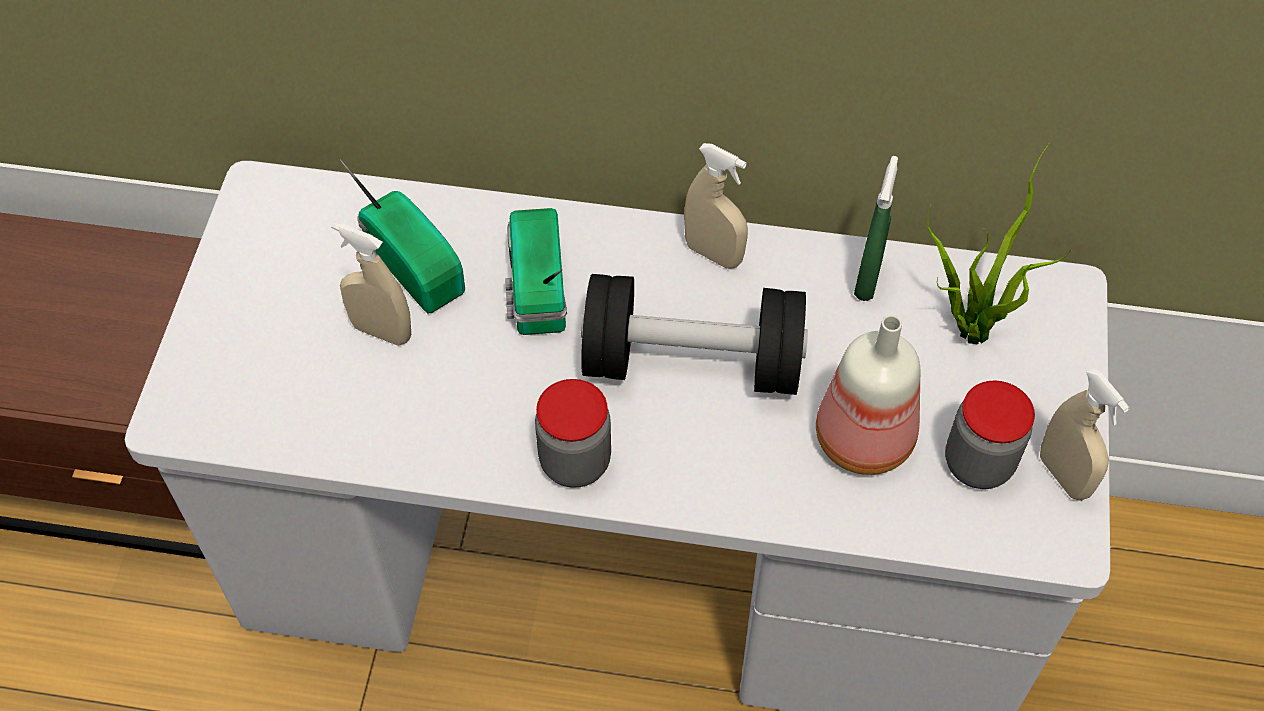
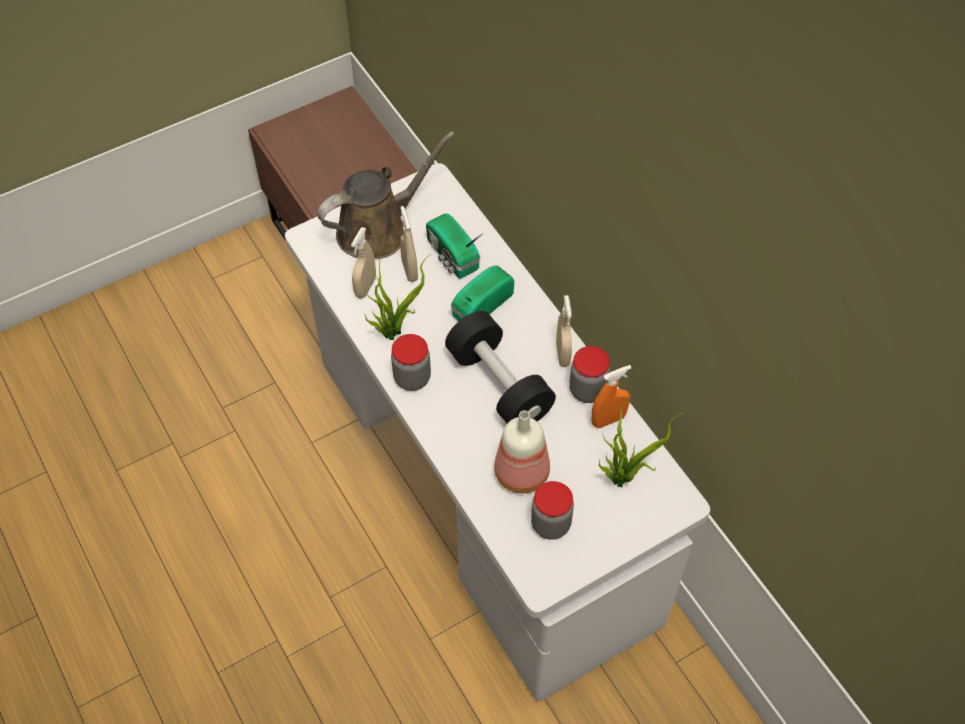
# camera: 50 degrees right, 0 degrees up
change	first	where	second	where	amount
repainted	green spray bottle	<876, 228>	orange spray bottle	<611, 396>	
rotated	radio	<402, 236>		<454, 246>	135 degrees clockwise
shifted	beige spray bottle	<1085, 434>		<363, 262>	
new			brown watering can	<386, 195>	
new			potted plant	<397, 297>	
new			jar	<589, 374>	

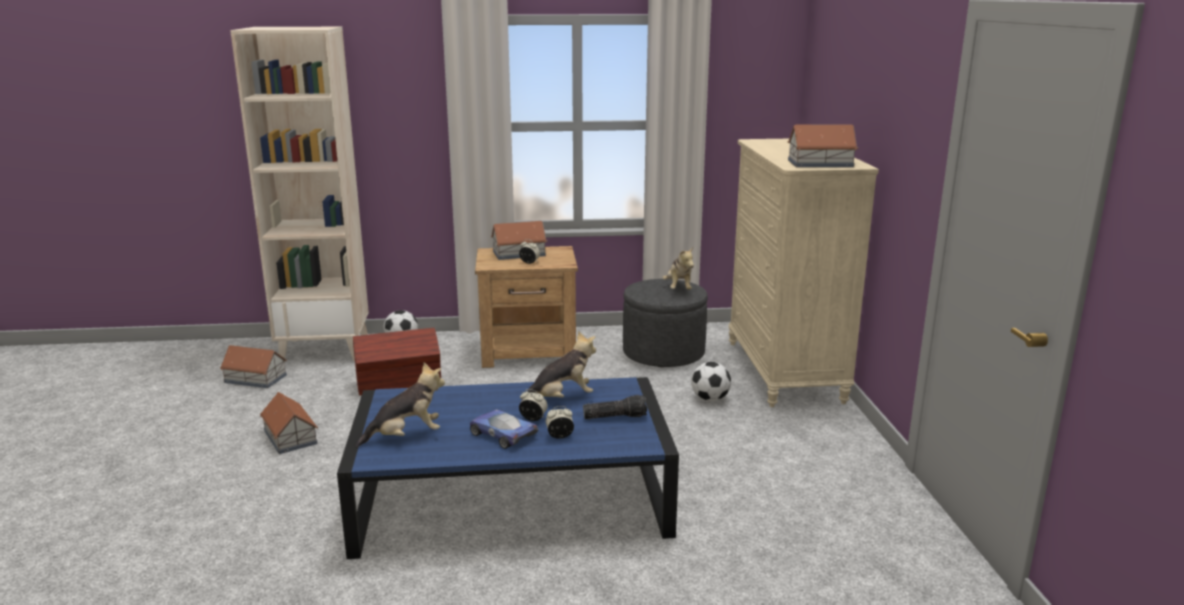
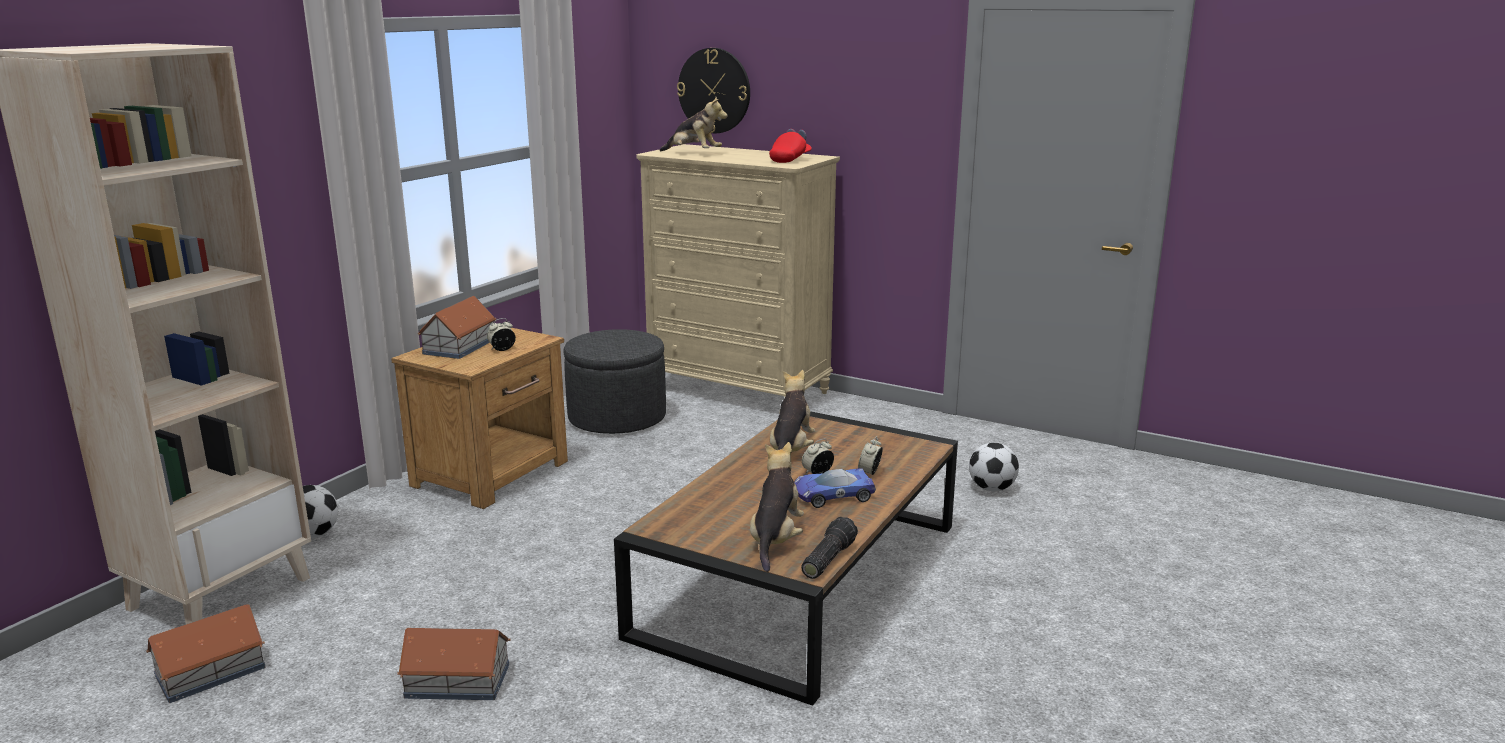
# camera: 55 degrees left, 0 degrees up
change	first	where	second	where	amount
swapped	toy house	<823, 145>	red cap	<790, 146>	
shifted	plush toy	<678, 268>		<693, 124>	
gone	brown storage box	<397, 361>			
shifted	football	<711, 381>		<994, 467>	
repainted	blue coffee table	<508, 468>	brown coffee table	<786, 558>	
shifted	flashlight	<615, 407>		<829, 548>	
new			wall clock	<713, 90>	

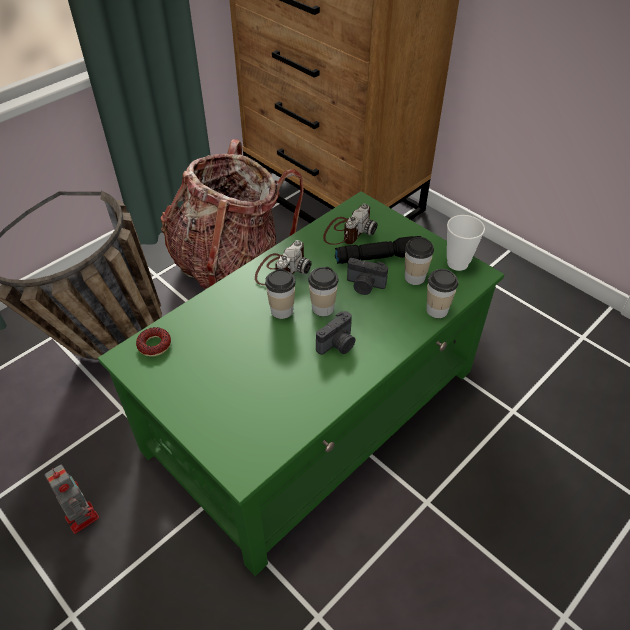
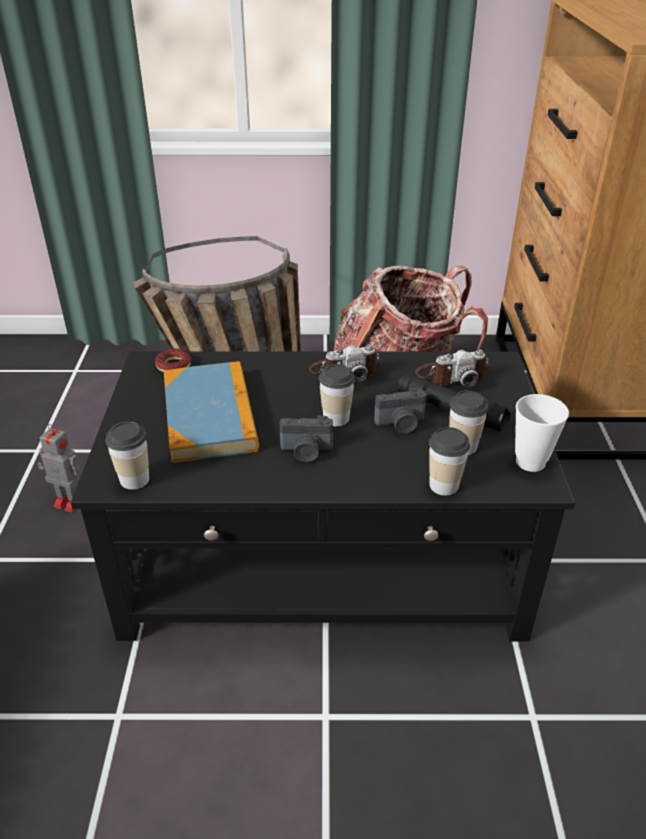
# camera: 45 degrees right, 10 degrees down
change	first	where	second	where	amount
repainted	green coffee table	<301, 383>	black coffee table	<323, 496>	
rotated	photo camera	<367, 276>		<400, 411>	75 degrees counterclockwise
shifted	cup	<280, 294>		<127, 456>	
rotated	toy robot	<72, 499>		<60, 468>	75 degrees counterclockwise
new			book	<211, 412>	

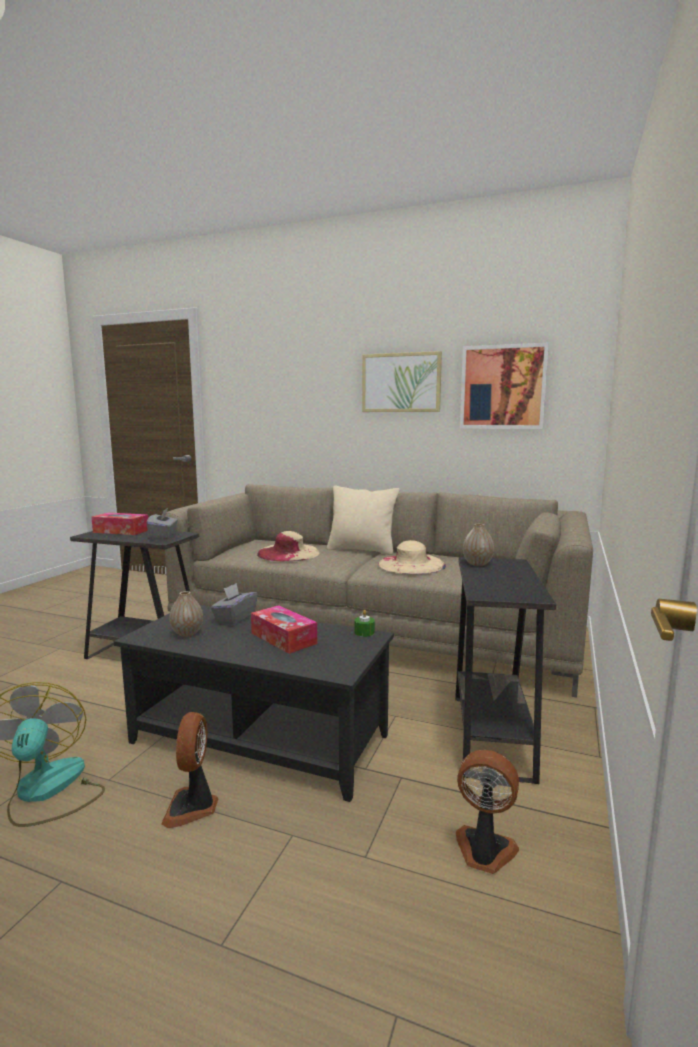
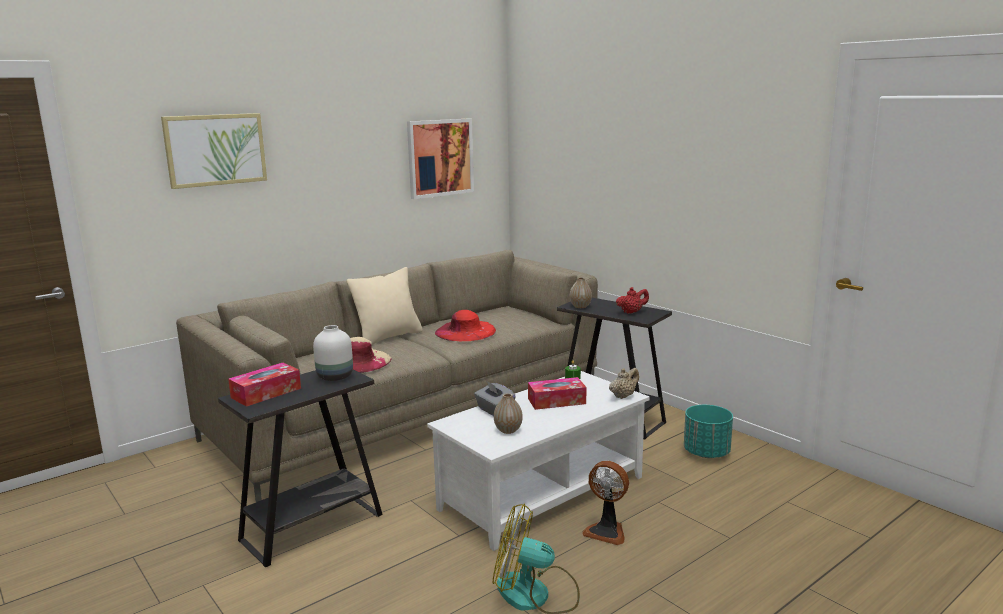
# camera: 60 degrees left, 5 degrees up
change	first	where	second	where	amount
shifted	picture	<402, 381>		<214, 151>	
swapped	grey tissue box	<162, 524>	white vase	<333, 353>	
repainted	beige hat	<412, 557>	red hat	<465, 325>	
repainted	black coffee table	<254, 703>	white coffee table	<538, 461>	
swapped	fan	<487, 812>	turquoise planter	<708, 431>	
new			red teapot	<632, 300>	
new			beige teapot	<624, 383>	

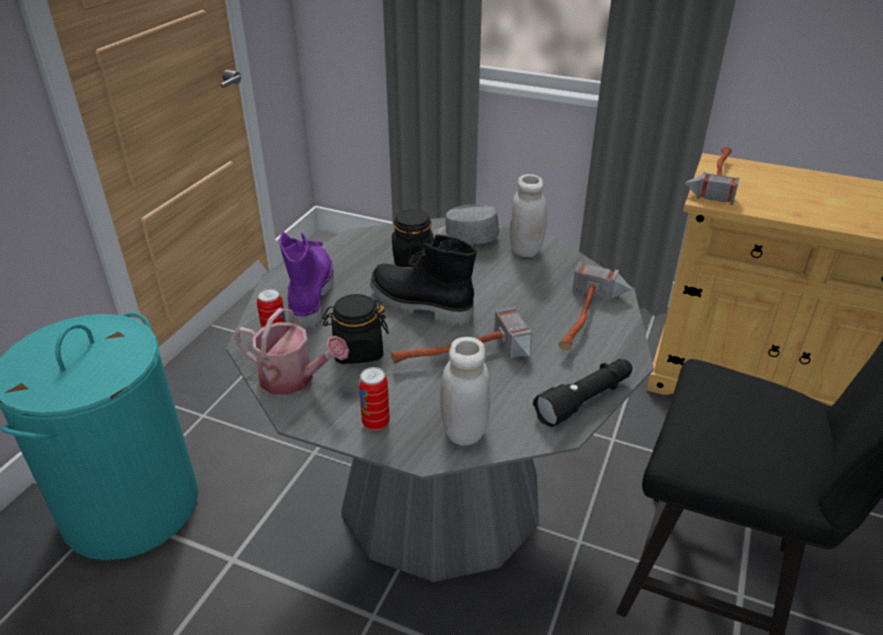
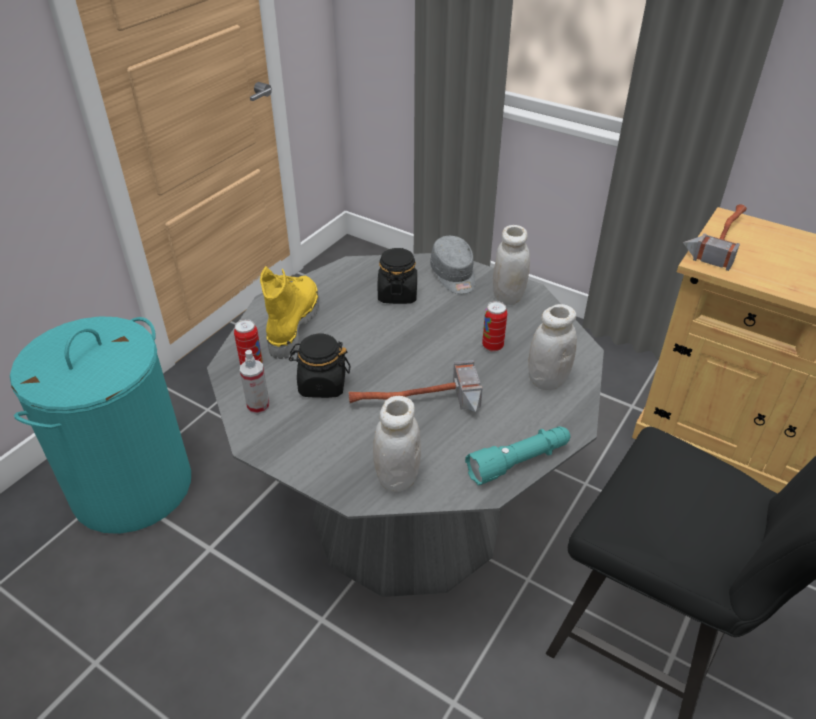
# camera: 10 degrees right, 5 degrees up
change	first	where	second	where	amount
rotated	grey cap	<466, 224>		<452, 265>	135 degrees counterclockwise
repainted	purple boot	<306, 281>	yellow boot	<289, 312>	
gone	black boot	<423, 281>			
swapped	hammer	<595, 306>	white jar	<552, 347>	
swapped	watering can	<291, 351>	spray bottle	<255, 382>	
repainted	black flashlight	<582, 393>	turquoise flashlight	<517, 456>	
shifted	can	<374, 399>		<494, 326>	

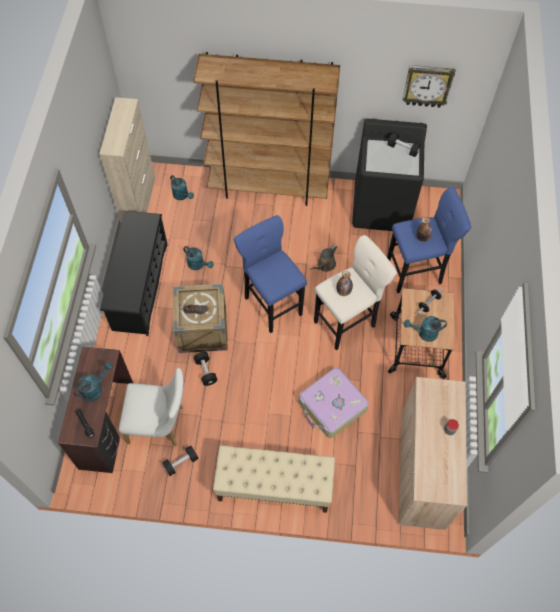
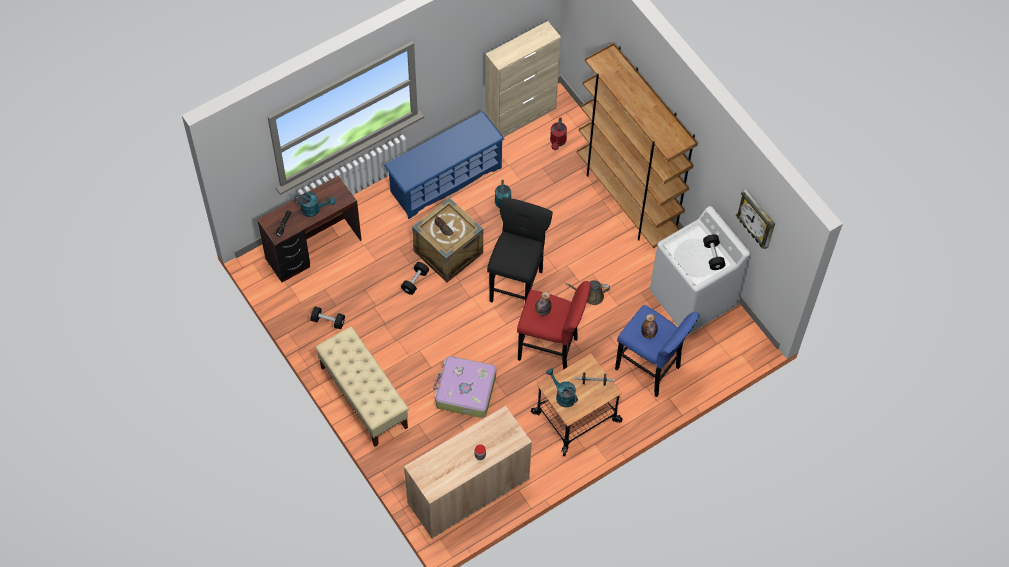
# camera: 50 degrees right, 0 degrees up
change	first	where	second	where	amount
repainted	black washing machine	<389, 175>	white washing machine	<700, 270>	
repainted	turquoise watering can	<182, 187>	red watering can	<558, 134>	
repainted	black shoe rack	<134, 273>	blue shoe rack	<444, 165>	
repainted	blue stool	<270, 274>	black stool	<520, 250>	
repainted	beige stool	<355, 292>	red stool	<554, 325>	
gone	white chair	<151, 407>			

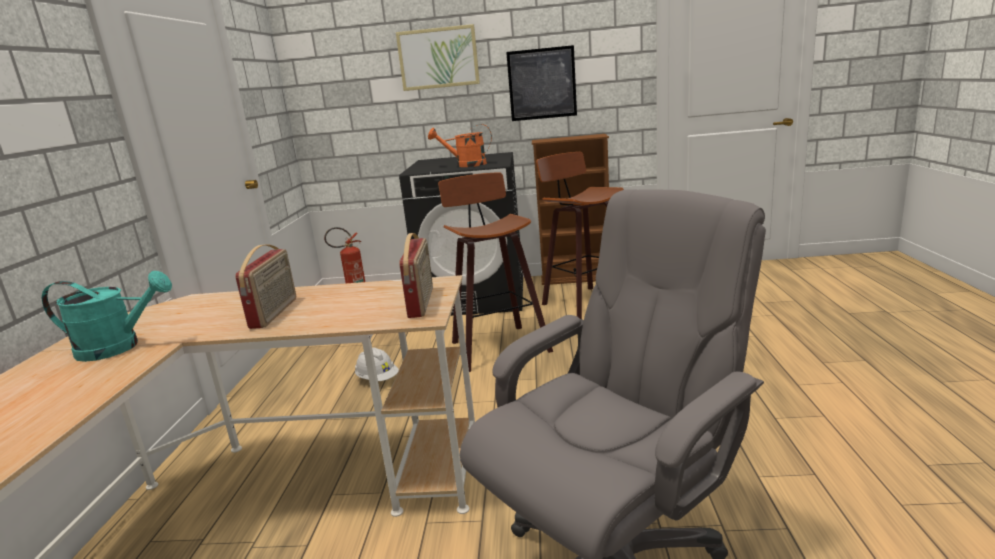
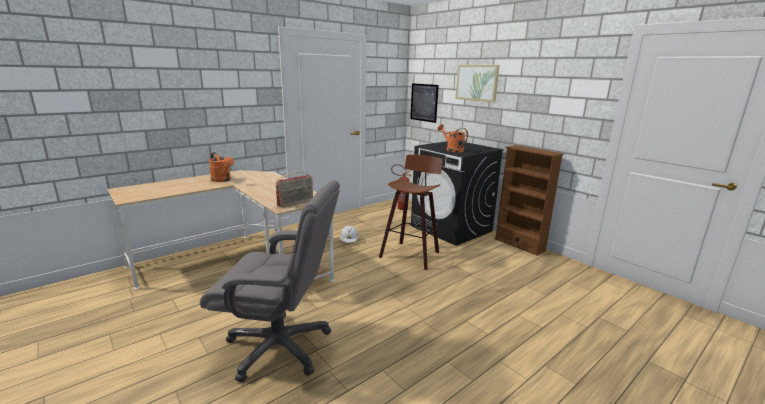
# camera: 45 degrees right, 0 degrees up
change	first	where	second	where	amount
shifted	picture	<541, 83>		<424, 103>	
gone	stool	<580, 235>			
gone	radio	<265, 286>			
repainted	turquoise watering can	<107, 316>	orange watering can	<221, 167>	

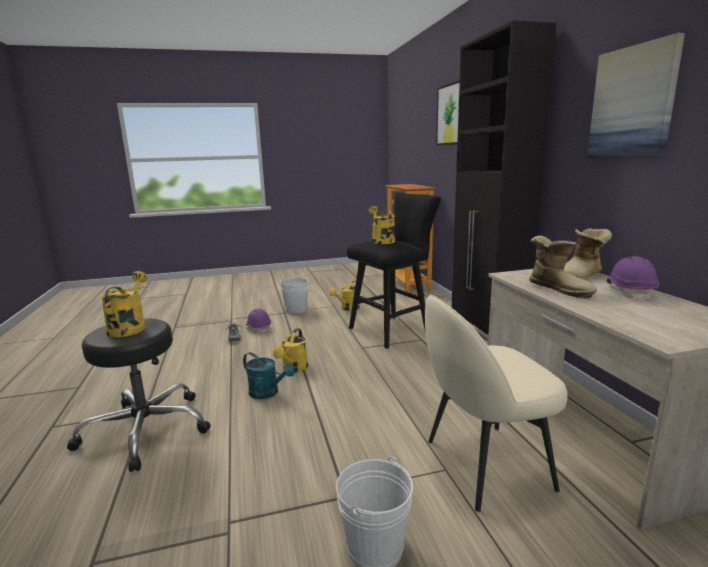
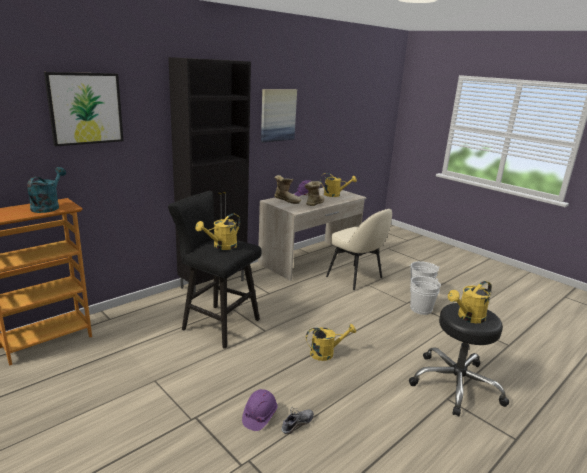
# camera: 120 degrees left, 5 degrees up
change	first	where	second	where	amount
shifted	white bucket	<294, 294>		<425, 295>	
shifted	yellow watering can	<344, 295>		<339, 185>	
shifted	turquoise watering can	<269, 375>		<46, 190>	

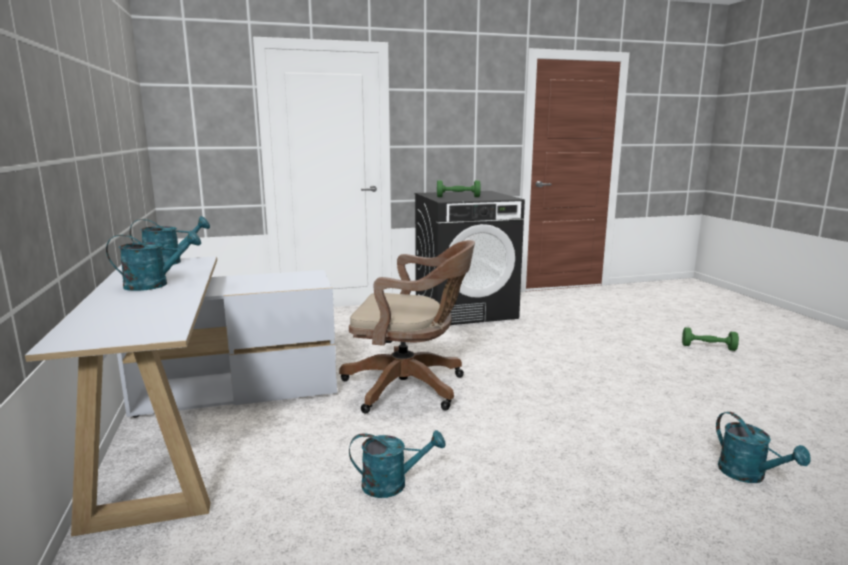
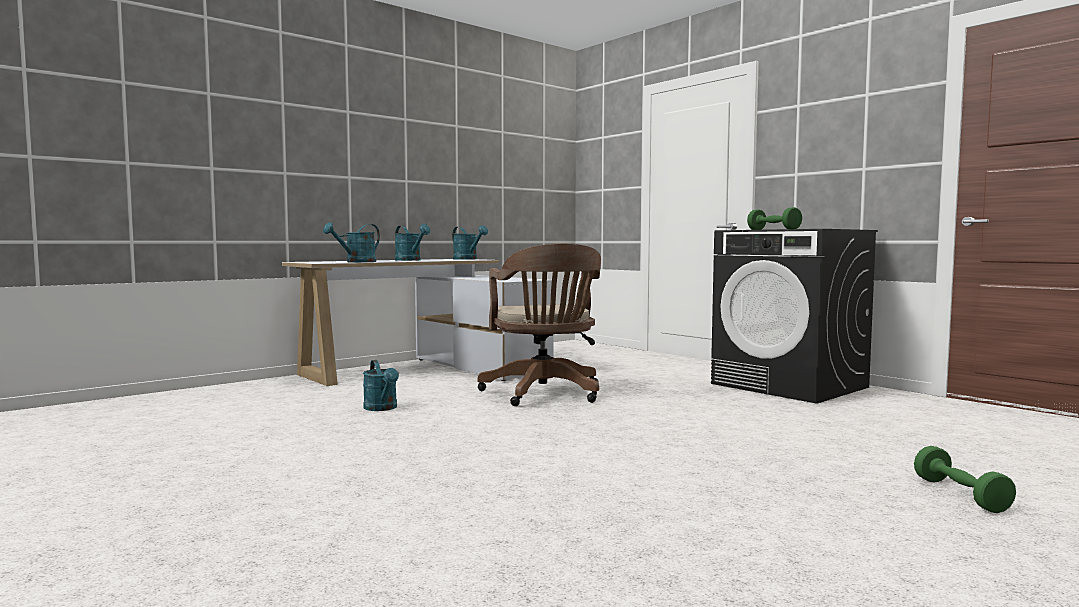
# camera: 65 degrees right, 10 degrees down
change	first	where	second	where	amount
shifted	turquoise watering can	<763, 447>		<351, 242>	

